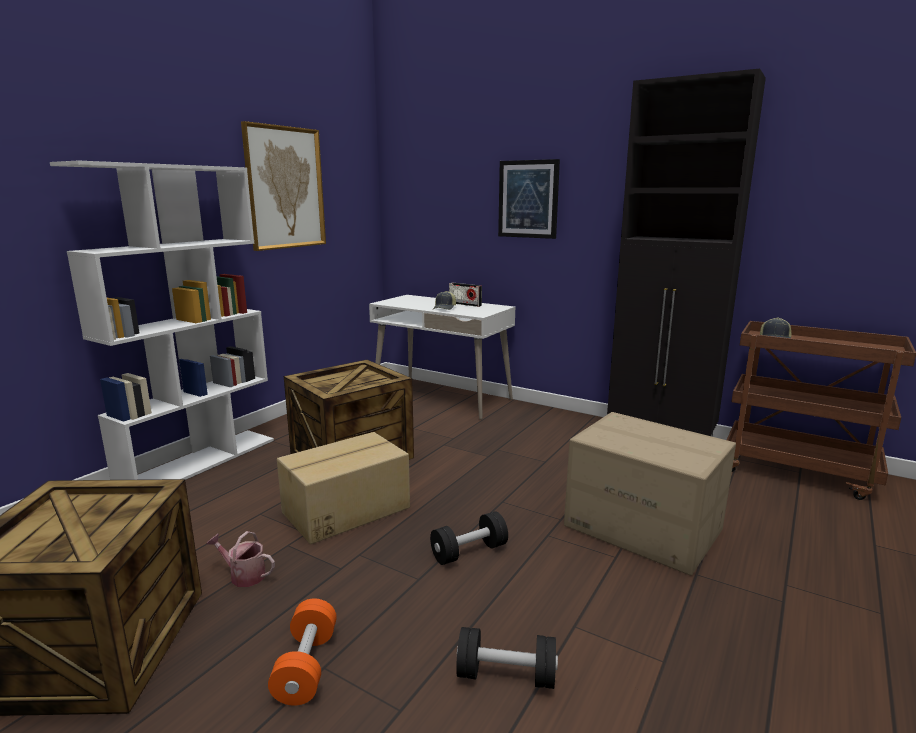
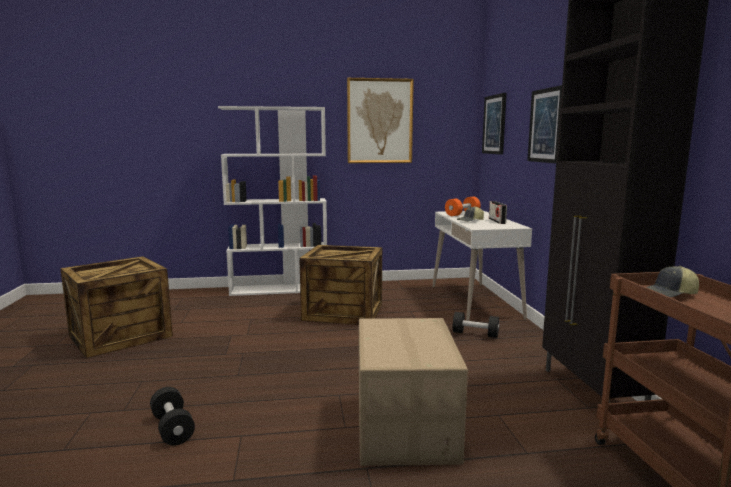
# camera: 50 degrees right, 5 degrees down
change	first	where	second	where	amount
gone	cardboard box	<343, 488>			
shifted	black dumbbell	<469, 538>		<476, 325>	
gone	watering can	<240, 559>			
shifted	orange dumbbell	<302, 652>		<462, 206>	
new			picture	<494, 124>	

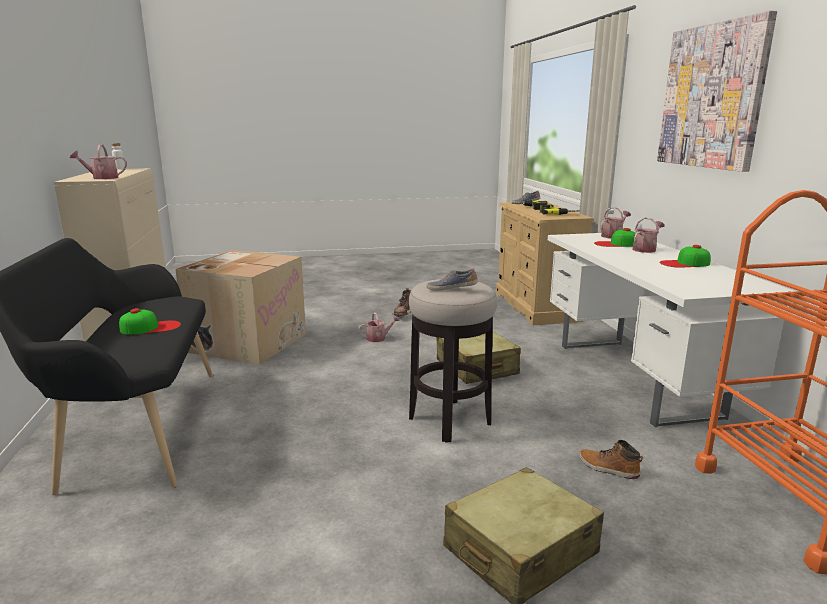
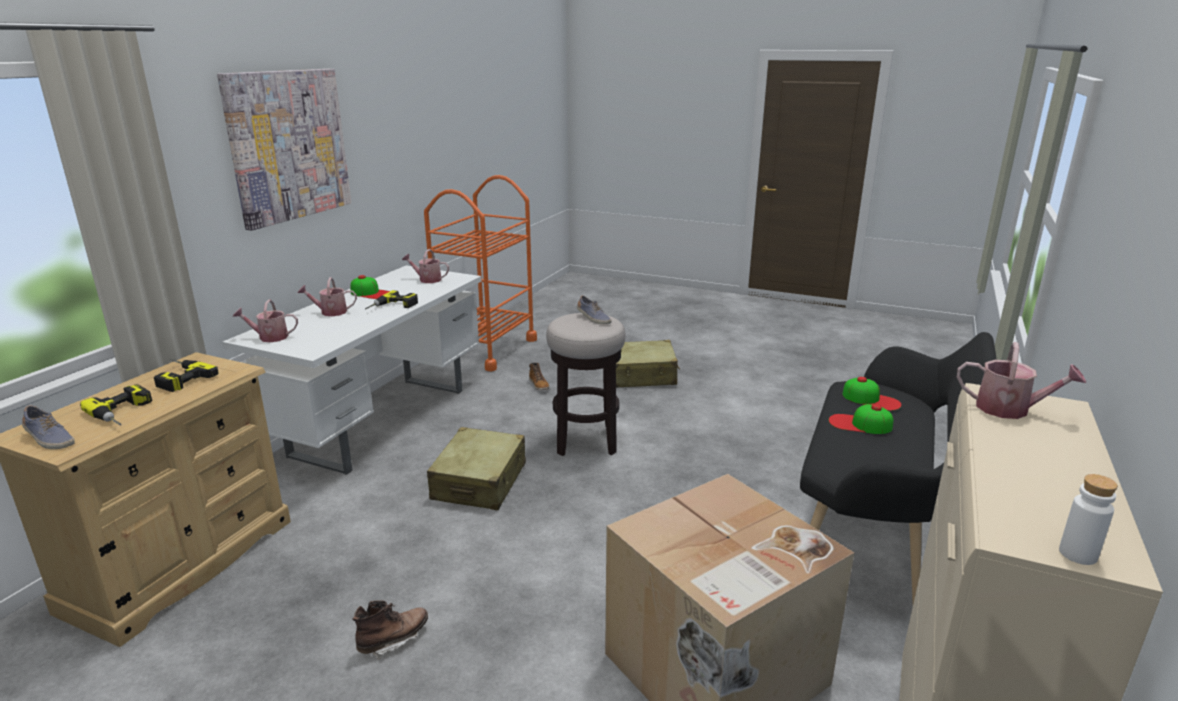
# camera: 145 degrees left, 5 degrees up
change	first	where	second	where	amount
shifted	cap	<614, 237>		<871, 394>	
shifted	watering can	<379, 327>		<425, 266>	
new			power drill	<391, 299>	

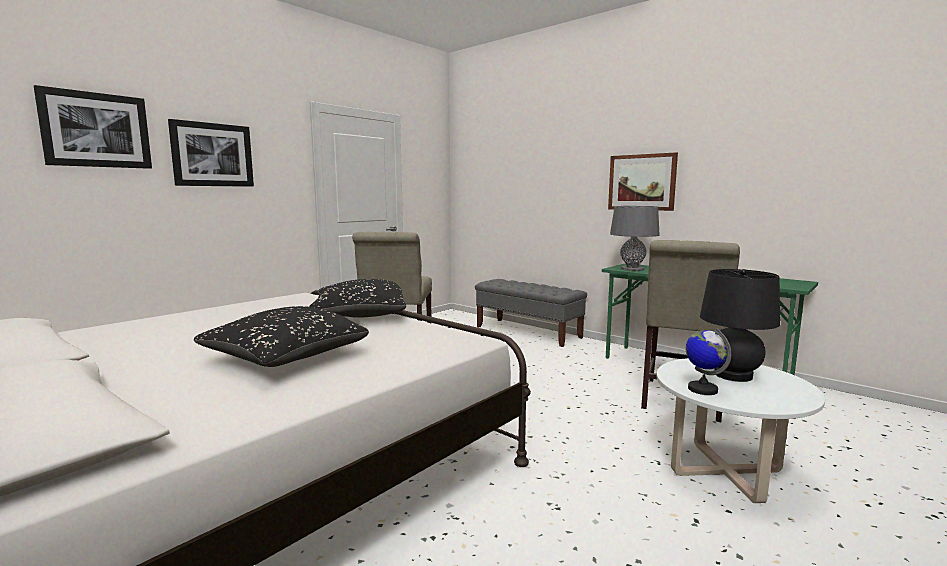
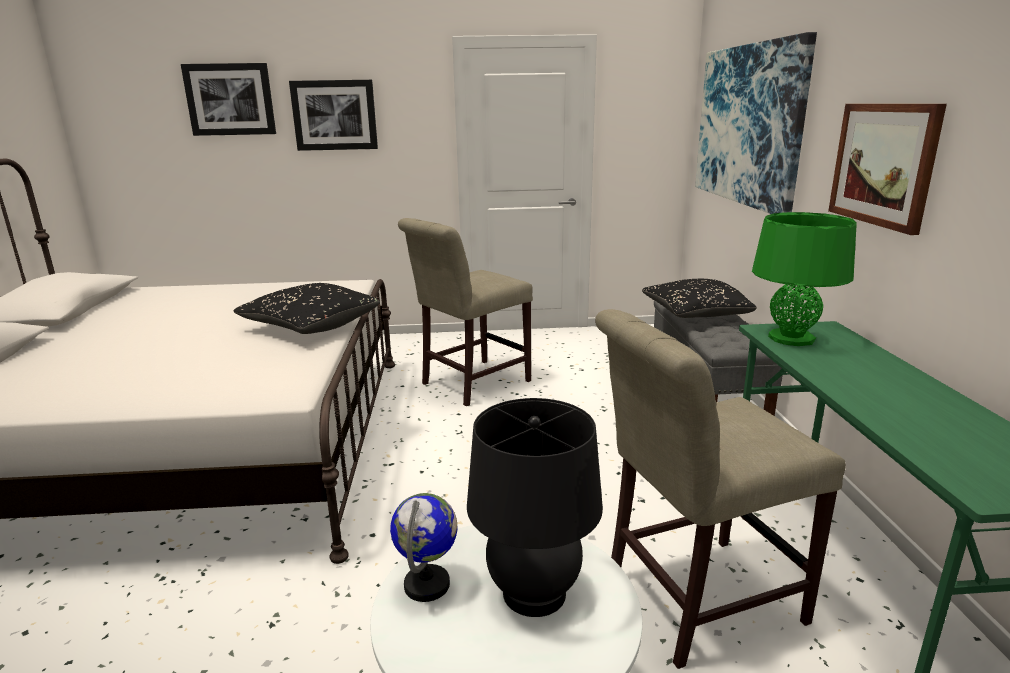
# camera: 45 degrees right, 10 degrees up
change	first	where	second	where	amount
repainted	grey table lamp	<635, 238>	green table lamp	<804, 279>	
shifted	black pillow	<281, 336>		<699, 298>	
new			picture	<756, 123>	

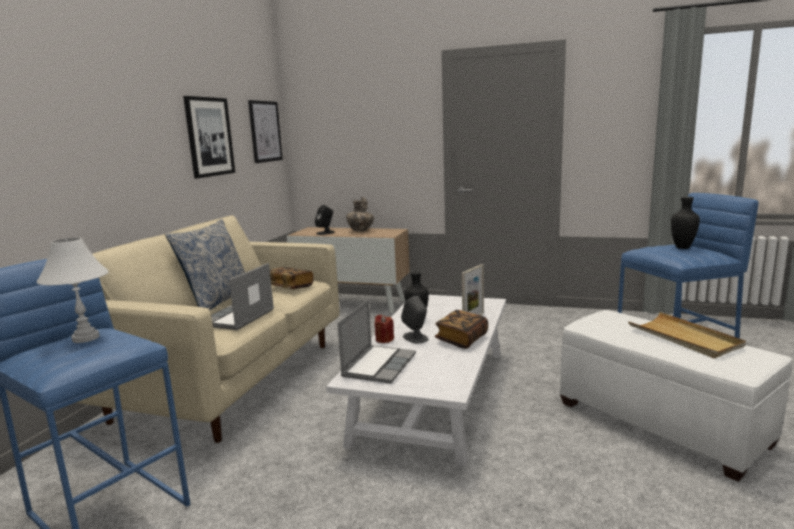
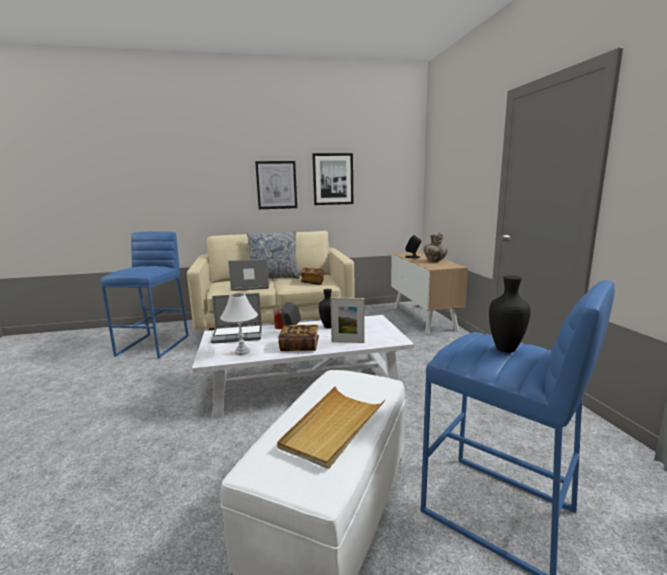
# camera: 60 degrees right, 0 degrees up
change	first	where	second	where	amount
shifted	picture	<265, 131>		<276, 185>	
shifted	white table lamp	<73, 290>		<239, 324>	

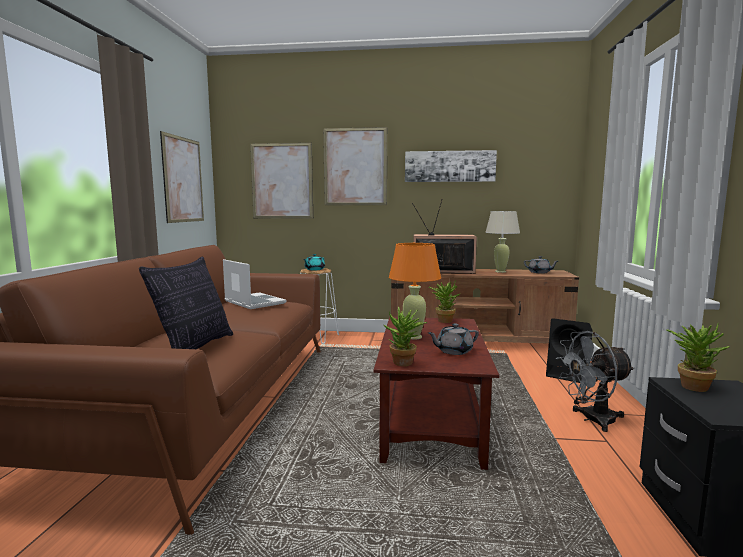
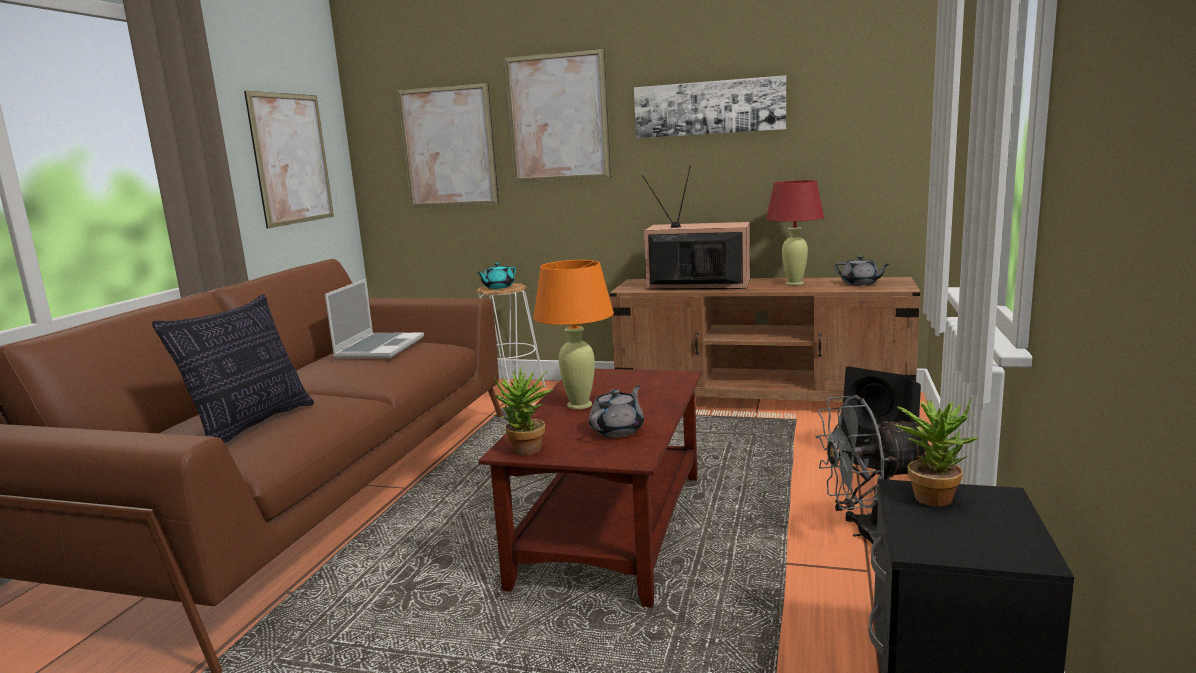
# camera: 10 degrees right, 5 degrees up
change	first	where	second	where	amount
repainted	beige table lamp	<502, 242>	red table lamp	<795, 232>	
rotated	laptop	<255, 284>		<374, 318>	45 degrees clockwise
gone	potted plant	<445, 301>			
rotated	grey teapot	<453, 339>		<616, 411>	135 degrees clockwise

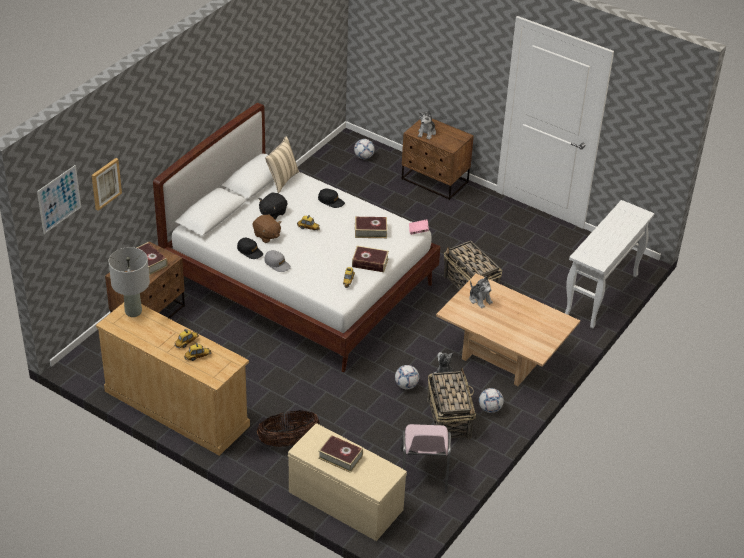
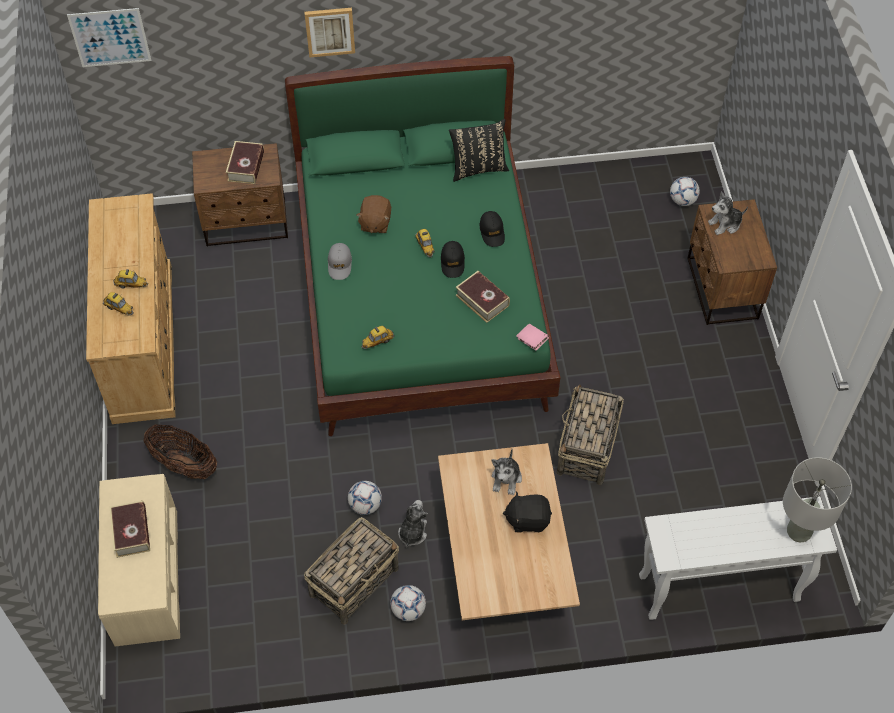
# camera: 50 degrees right, 15 degrees up
change	first	where	second	where	amount
repainted	white bed	<297, 237>	green bed	<422, 246>	
repainted	beige pillow	<282, 164>	black pillow	<479, 150>	
shifted	picture	<107, 184>		<329, 33>	
shifted	black plush toy	<273, 206>		<527, 511>	
shifted	black cap	<250, 248>		<453, 259>	
gone	book	<370, 259>			
shifted	grey table lamp	<129, 282>		<817, 499>	
gone	pink chair	<426, 458>			

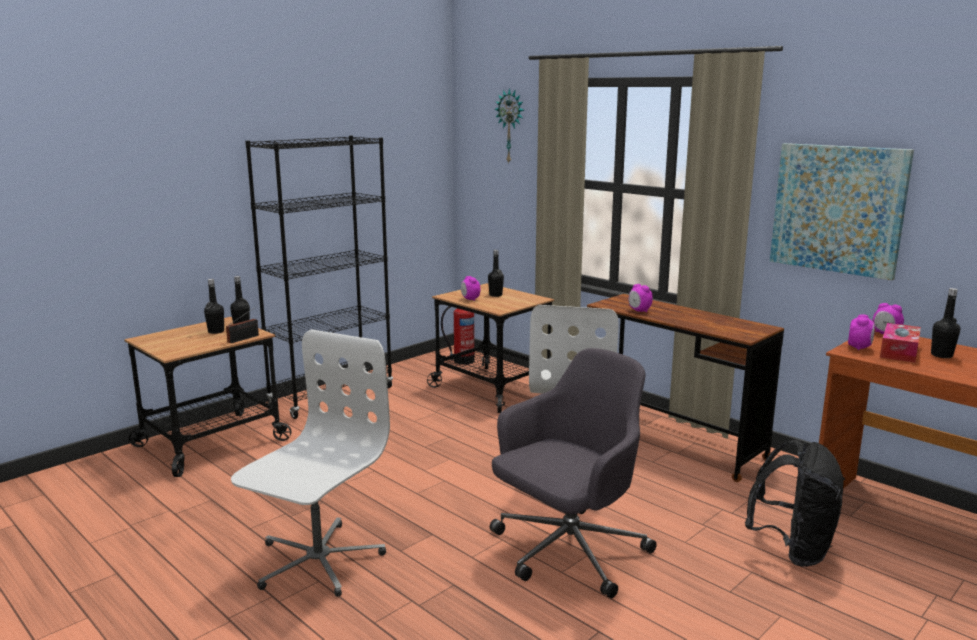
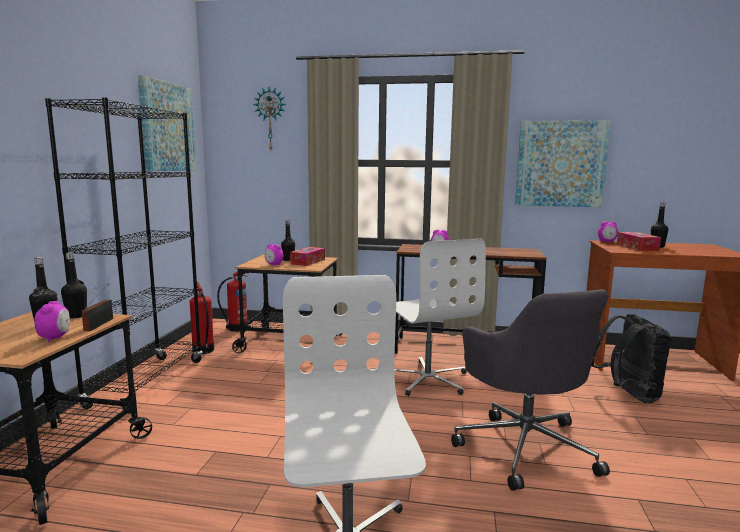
# camera: 35 degrees left, 5 degrees down
change	first	where	second	where	amount
shifted	alarm clock	<861, 332>		<52, 321>	
rotated	grey office chair	<573, 473>		<530, 390>	150 degrees clockwise
new			picture	<167, 123>	
new			tissue box	<307, 256>	
new			fire extinguisher	<202, 317>	

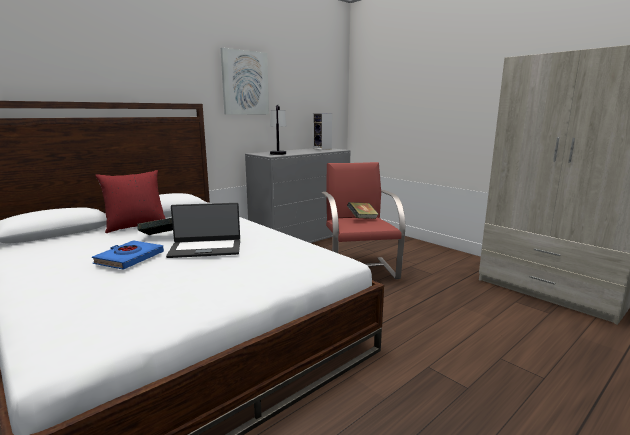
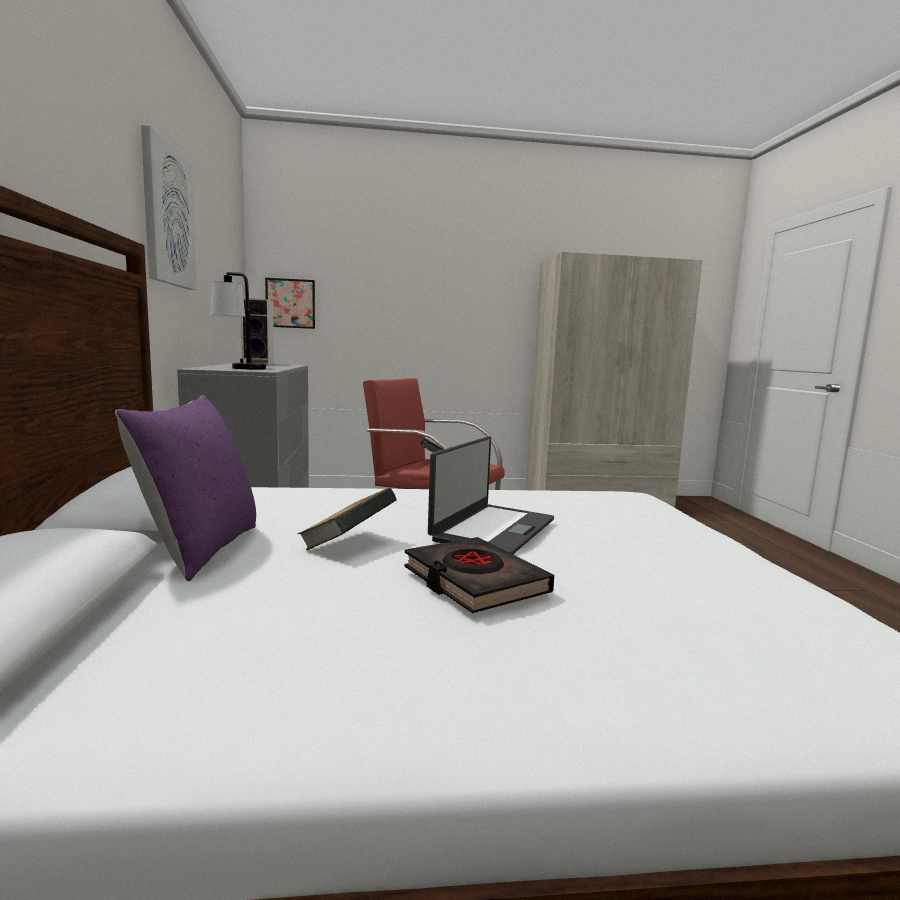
# camera: 55 degrees left, 5 degrees down
change	first	where	second	where	amount
repainted	red pillow	<130, 201>	purple pillow	<185, 488>	
repainted	blue book	<128, 255>	black book	<479, 575>	
new			picture	<290, 303>	

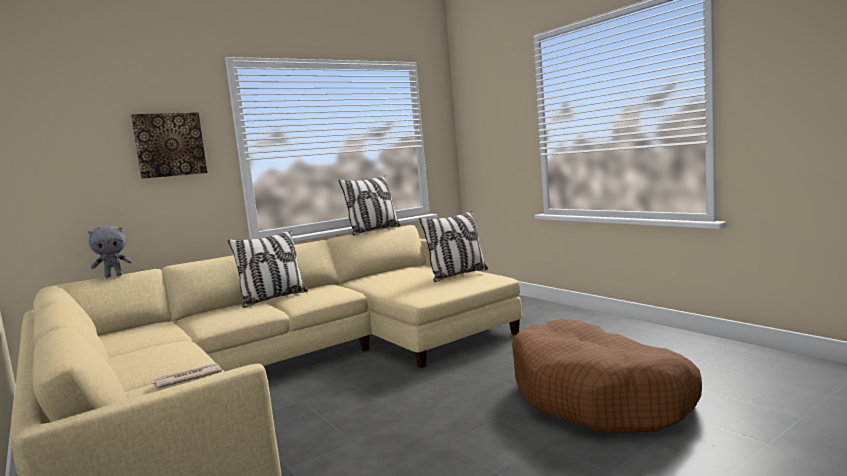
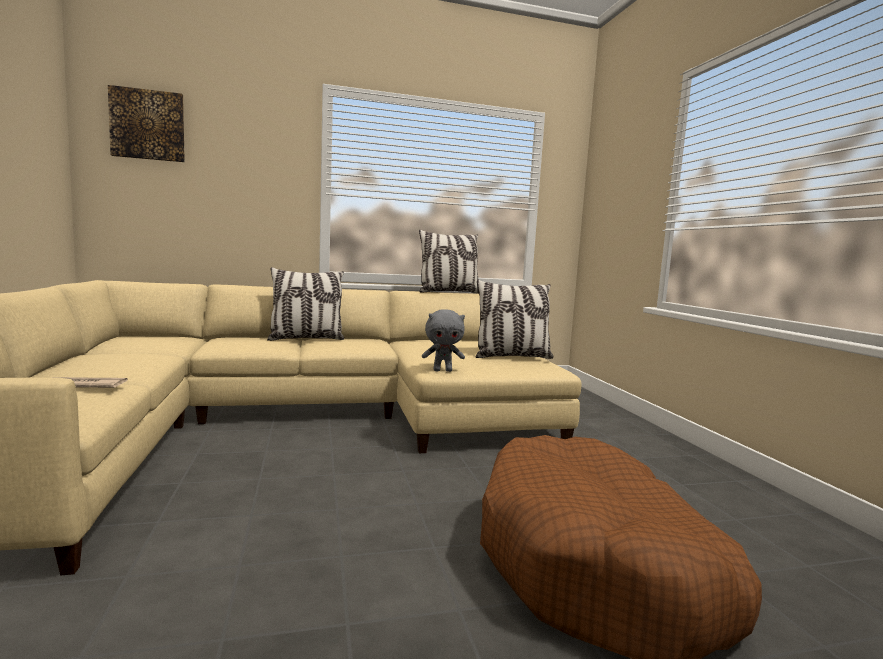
# camera: 20 degrees right, 0 degrees up
change	first	where	second	where	amount
shifted	picture	<169, 145>		<146, 123>	
shifted	grey plush toy	<110, 251>		<443, 340>	

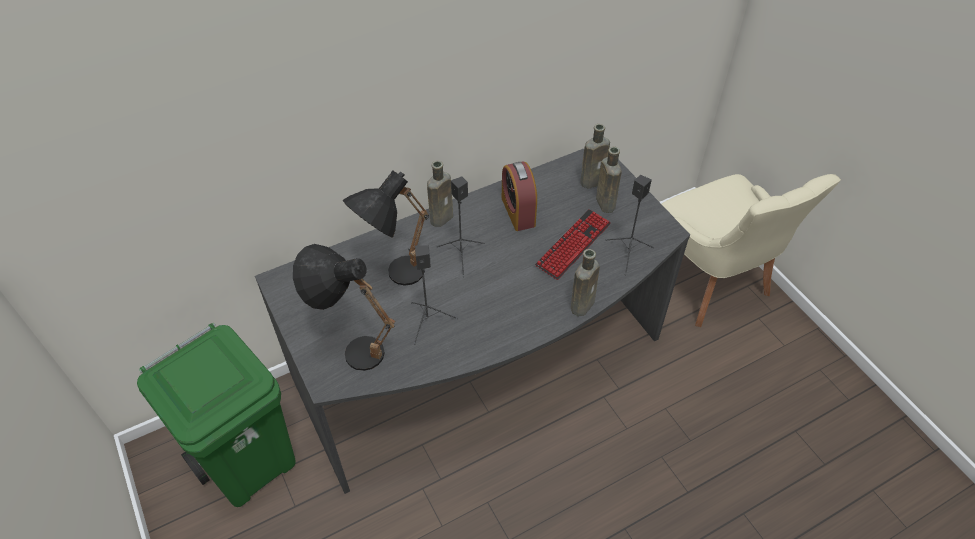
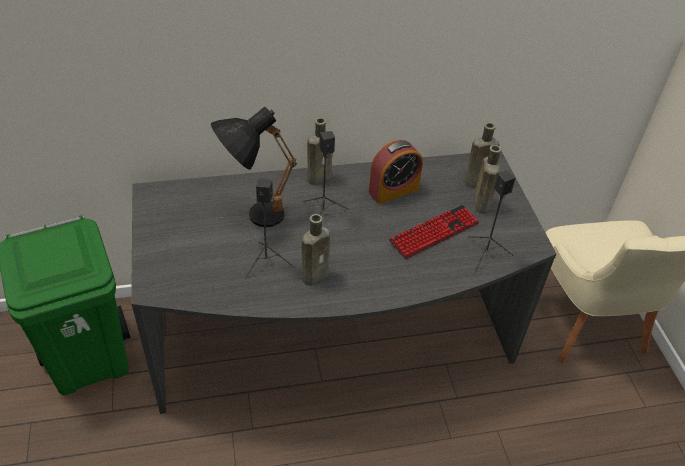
# camera: 15 degrees right, 5 degrees down
change	first	where	second	where	amount
rotated	alarm clock	<519, 196>		<395, 172>	120 degrees counterclockwise
gone	black table lamp	<344, 307>			
shifted	brown bottle	<585, 282>		<316, 249>	

